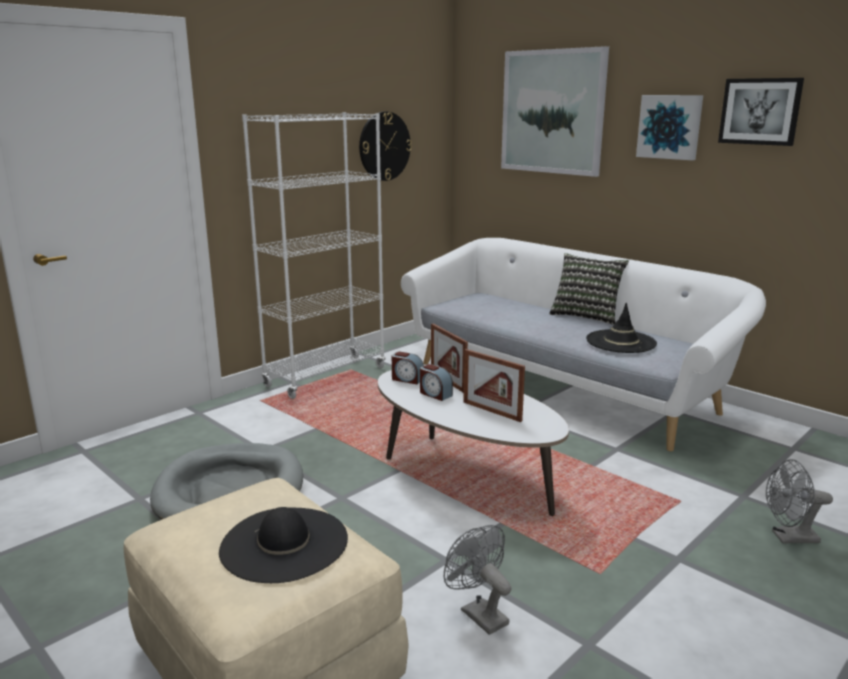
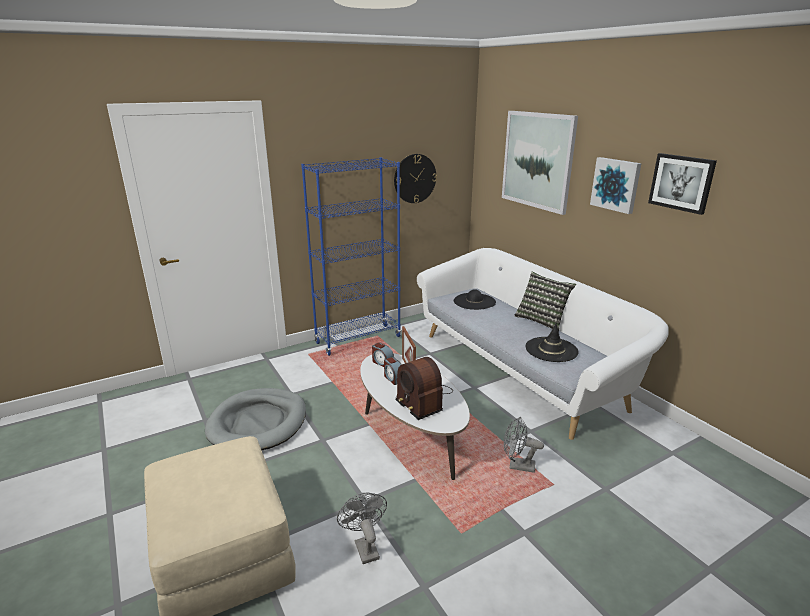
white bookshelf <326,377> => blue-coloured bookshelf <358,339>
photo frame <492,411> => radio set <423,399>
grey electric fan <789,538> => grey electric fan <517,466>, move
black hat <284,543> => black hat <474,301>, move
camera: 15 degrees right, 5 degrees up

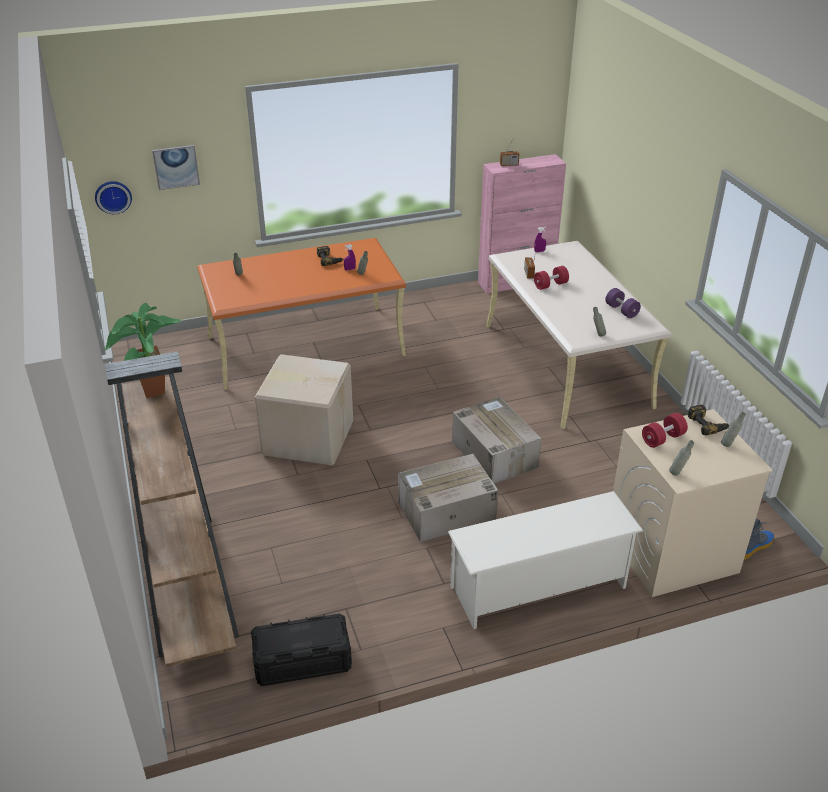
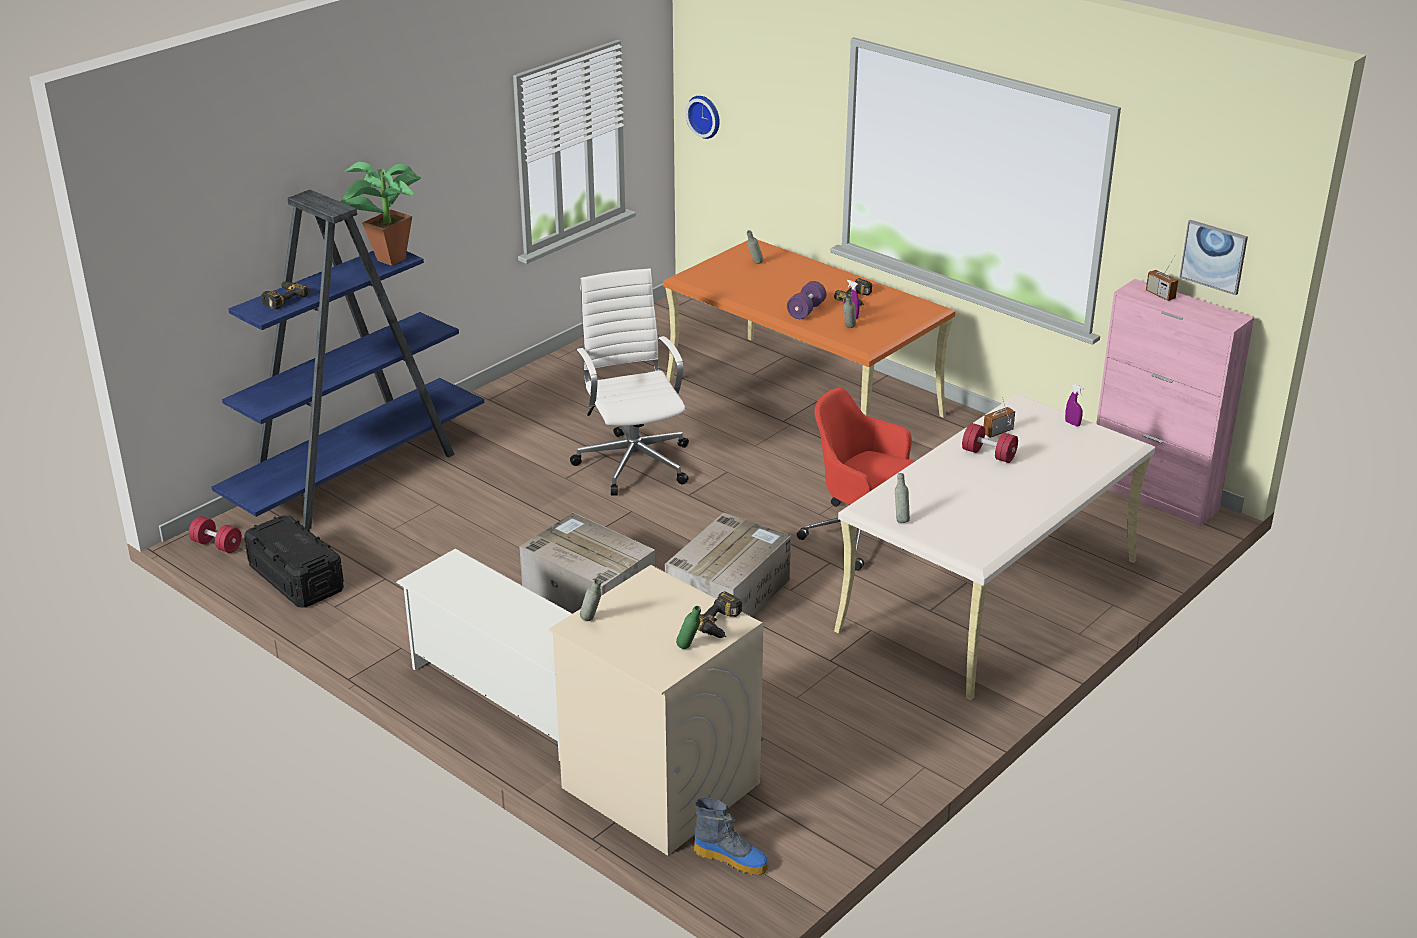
wall picture <176,167> => wall picture <1214,256>, move
purple free weight <621,310> => purple free weight <806,310>, move
brown-coloured bookshelf <185,580> => blue-coloured bookshelf <357,476>
carton <307,437> => white computer chair <634,461>
grey drink bottle <729,444> => green drink bottle <689,648>
red free weight <662,439> => red free weight <217,545>, move
nothing => drill <282,298>
nothing => red computer chair <861,535>
camera: 60 degrees right, 5 degrees down

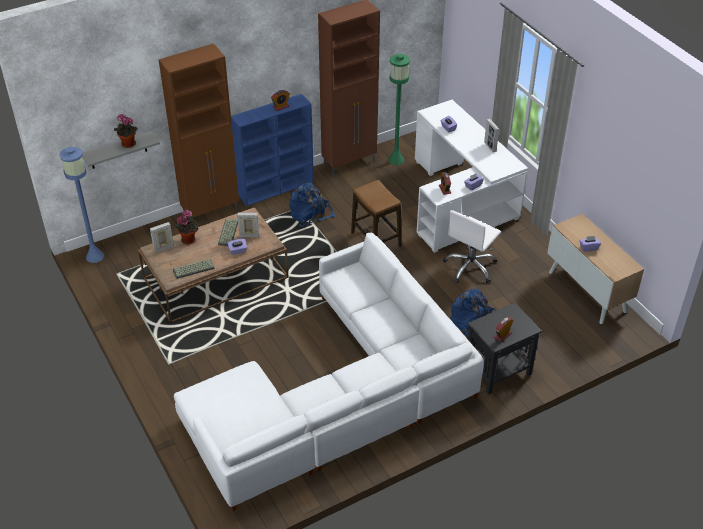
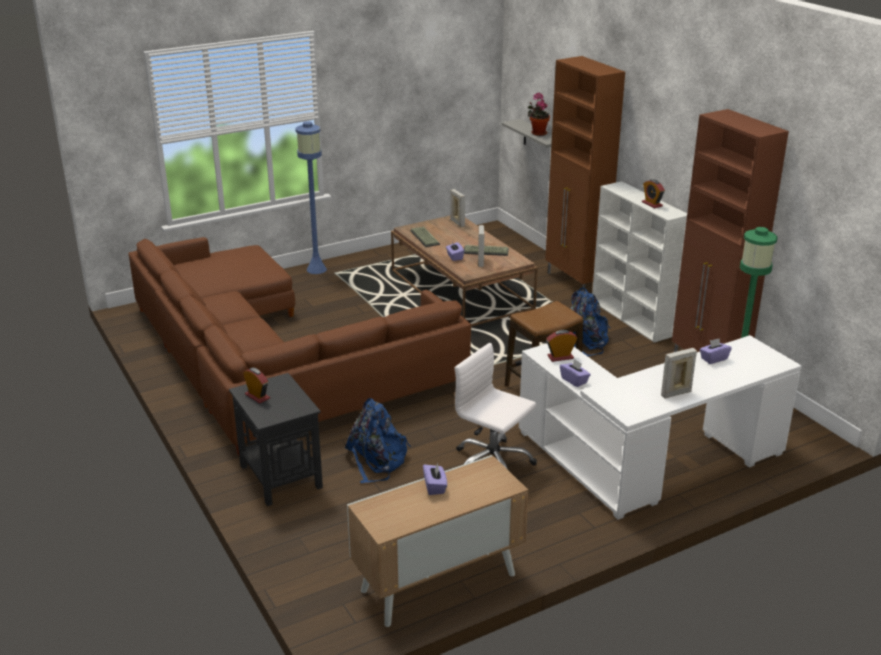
blue-coloured bookshelf <276,188> => white bookshelf <632,318>
blue-coloured standard lamp <94,256> => blue-coloured standard lamp <316,269>, move
plant in a pot <189,239> => nothing
white sofa <338,394> => brown-coloured sofa <269,361>
camera: 90 degrees right, 15 degrees down

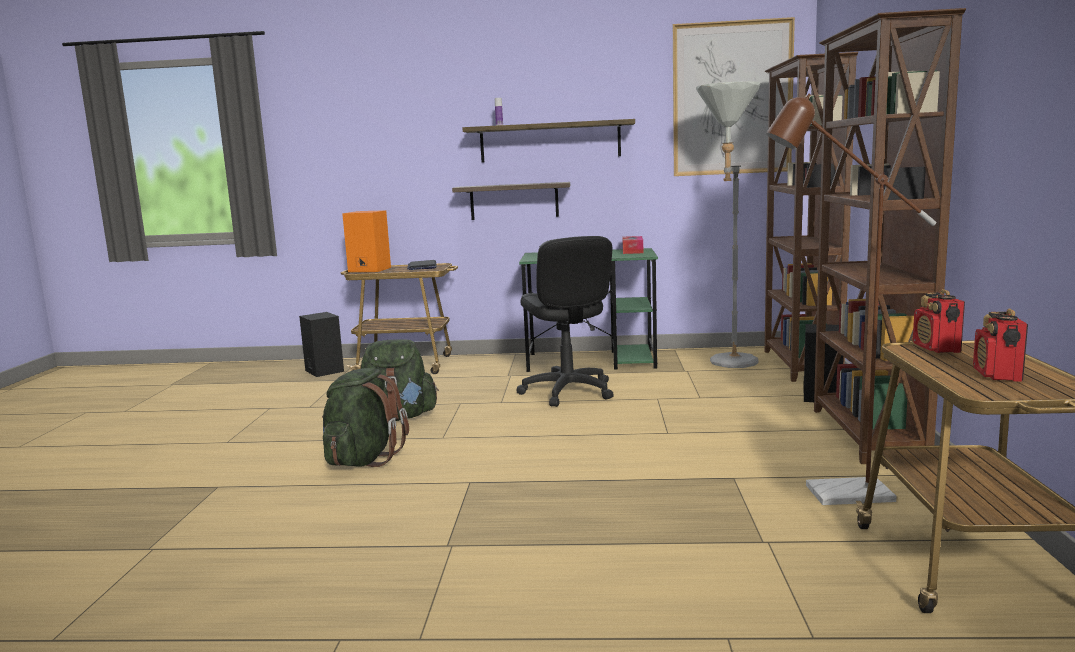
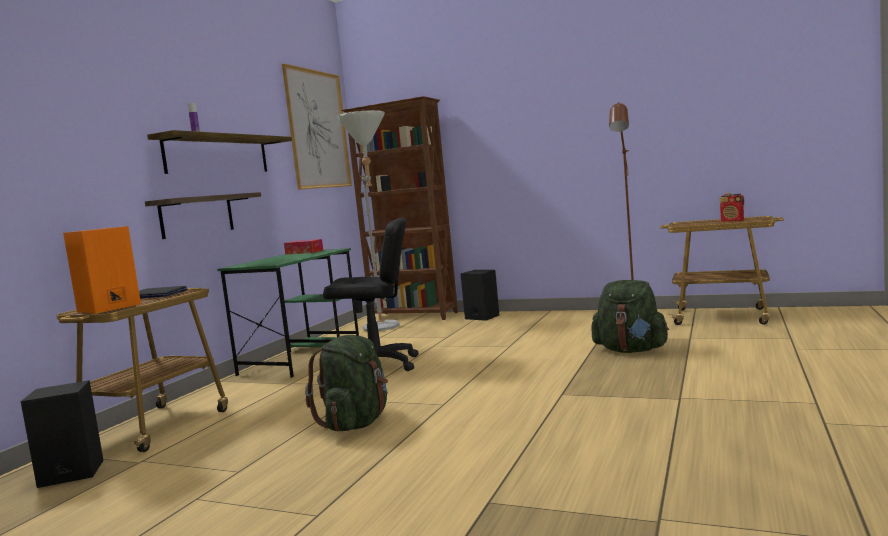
brown-coloured bookshelf <866,435> => nothing
radio set <936,348> => nothing
green knapsack <363,459> => green knapsack <631,350>, move
camera: 70 degrees left, 5 degrees down

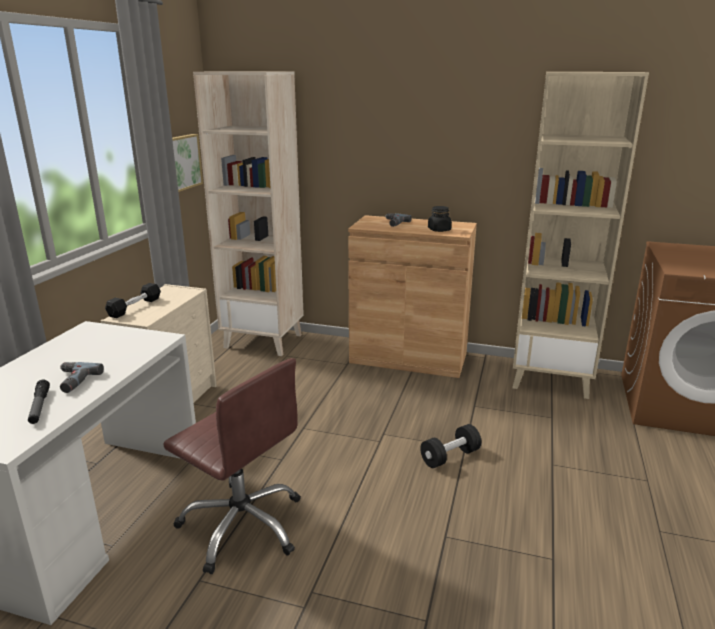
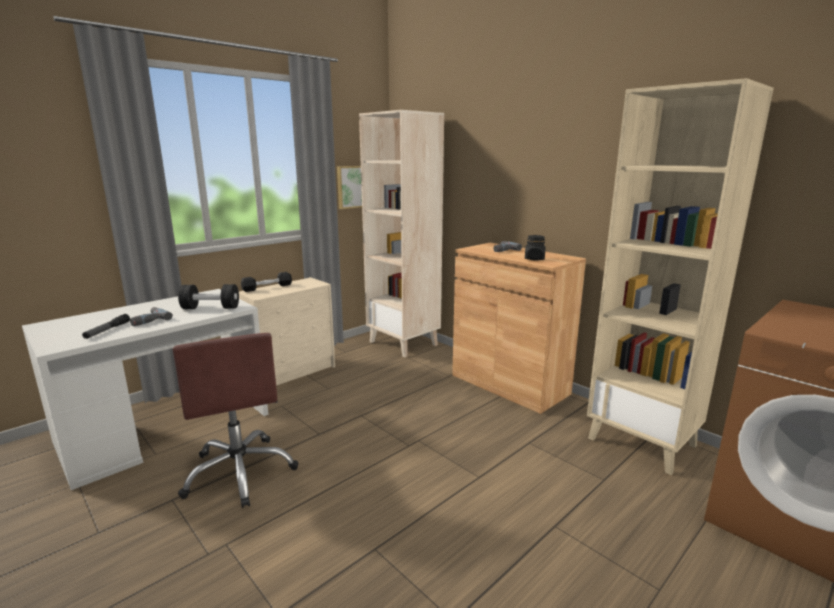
black free weight <450,457> => black free weight <211,308>, move
camera: 30 degrees right, 5 degrees down

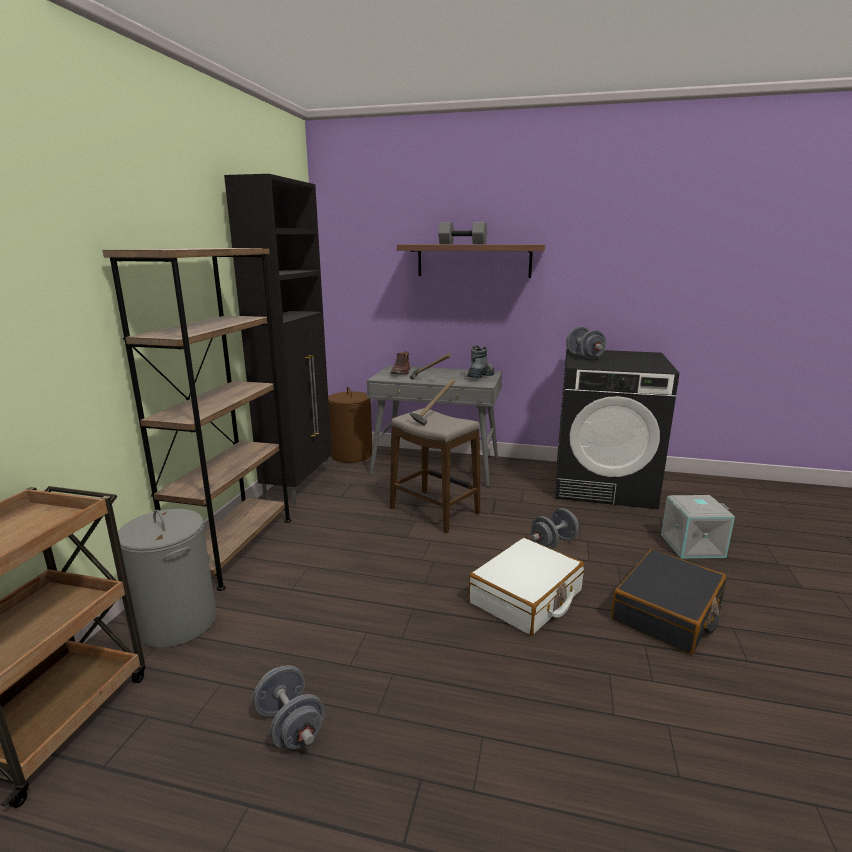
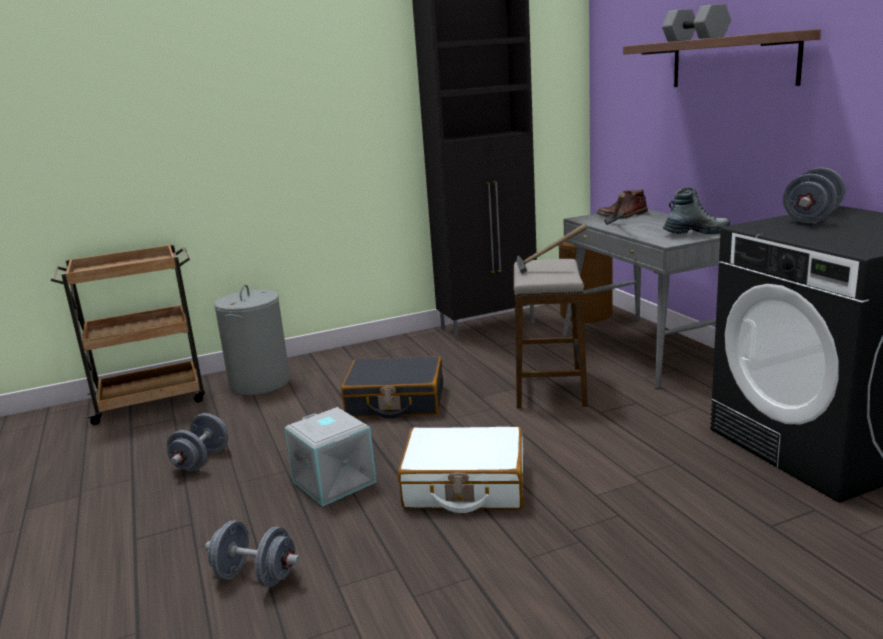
brown-coloured bookshelf <234,547> => nothing
grey storage container <692,545> => grey storage container <335,481>, move
grey free weight <553,543> => grey free weight <256,576>, move
black piece of luggage <667,613> => black piece of luggage <395,402>, move
camera: 55 degrees right, 0 degrees up

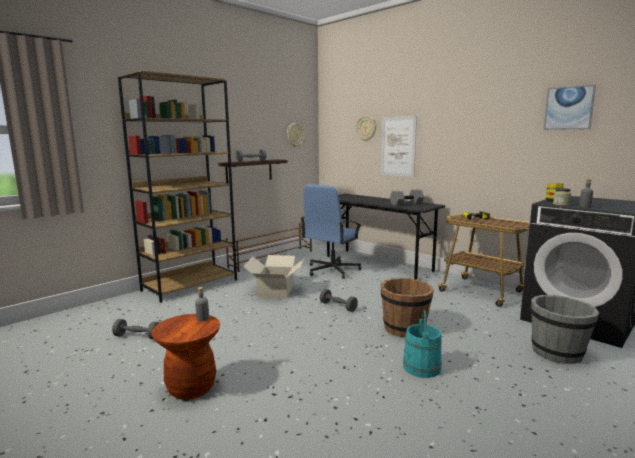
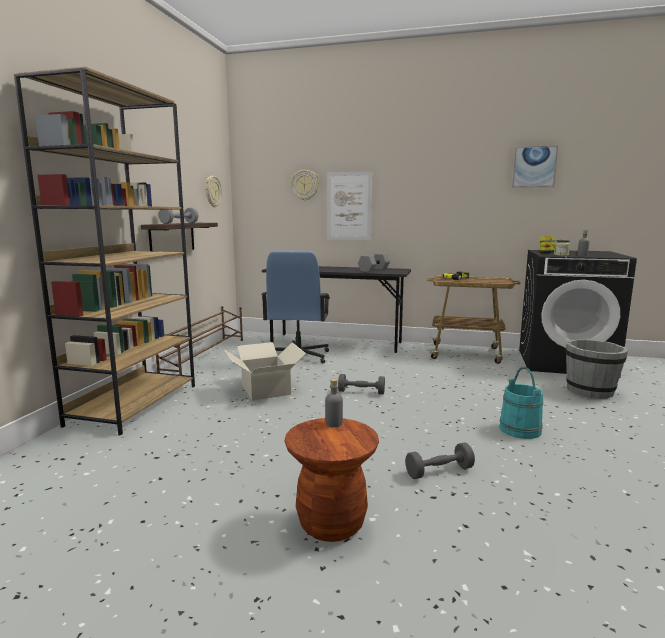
brown-coloured water bucket <405,329> => nothing
grey free weight <137,336> => grey free weight <439,472>, move
camera: 30 degrees left, 0 degrees up

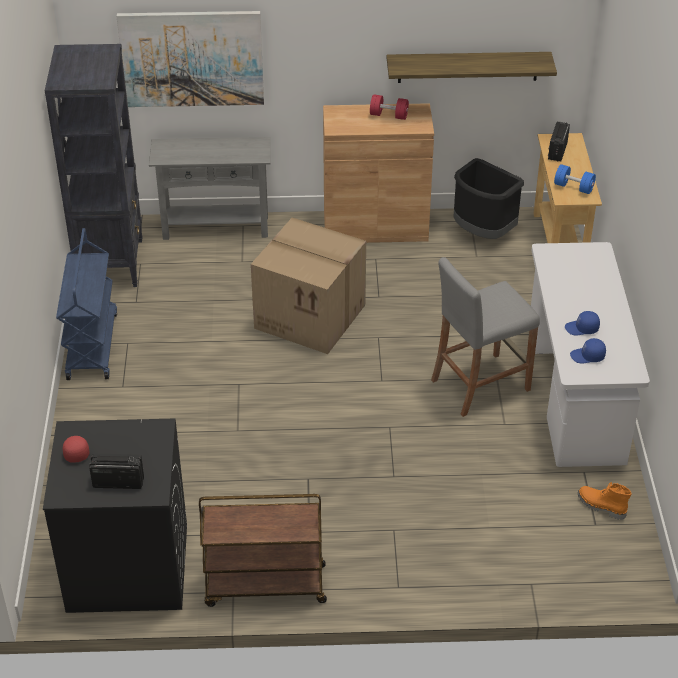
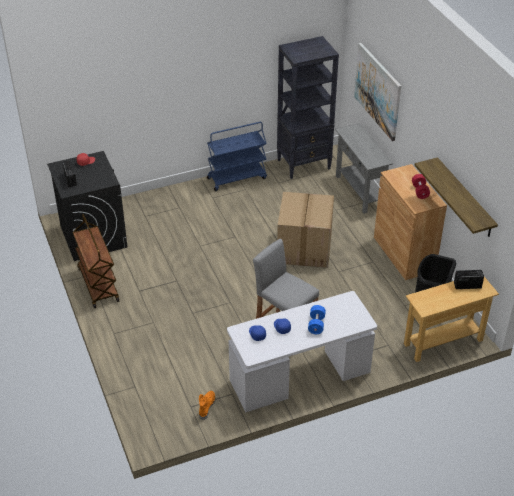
blue-coloured free weight <573,187> => blue-coloured free weight <316,324>, move
camera: 70 degrees right, 0 degrees up

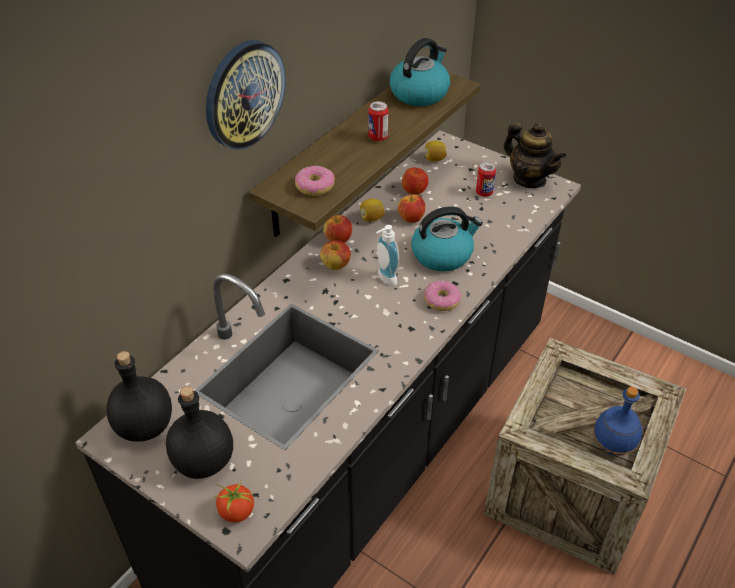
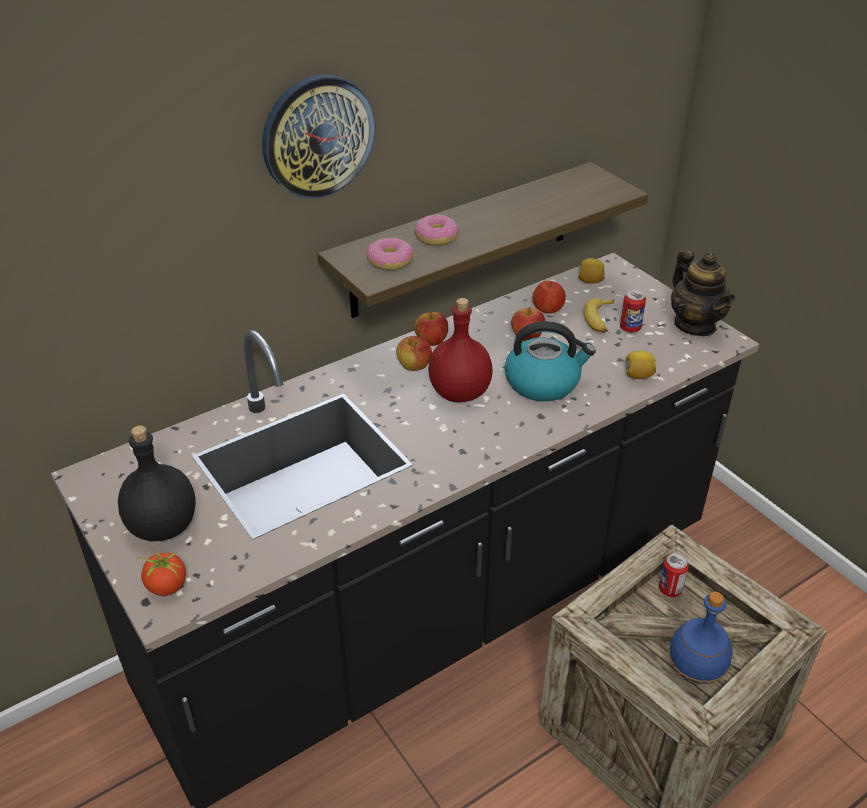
water kettle <419,93> => nothing
metal can <378,137> => metal can <670,589>, move
citrus fruit <371,218> => citrus fruit <638,376>, move
liquid soap bottle <384,279> => red drink bottle <461,393>
donut <442,301> => donut <437,238>, move
black drink bottle <146,426> => nothing
nothing => whole banana <600,320>
camera: 20 degrees right, 5 degrees down

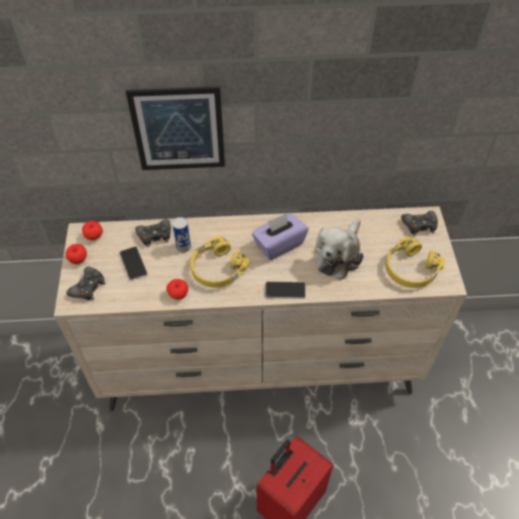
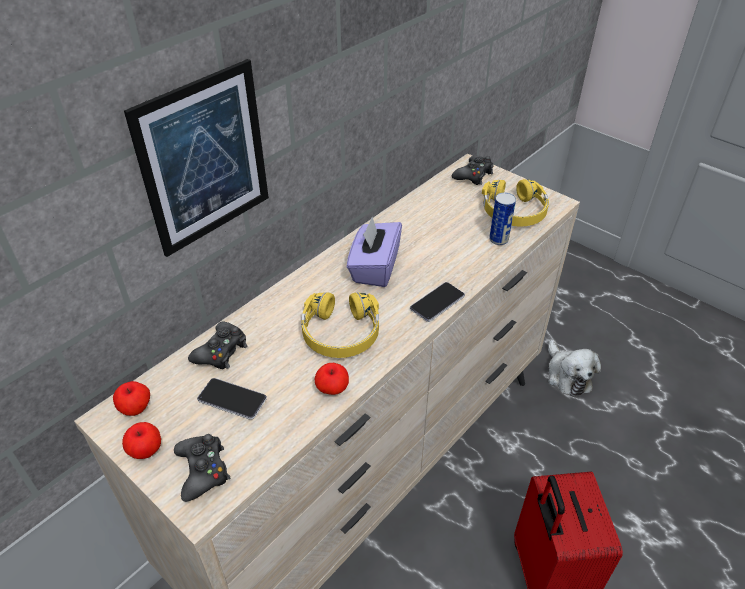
metal can <183,247> => metal can <498,239>, move
soft toy <338,255> => soft toy <567,375>, move
camera: 45 degrees left, 10 degrees down

